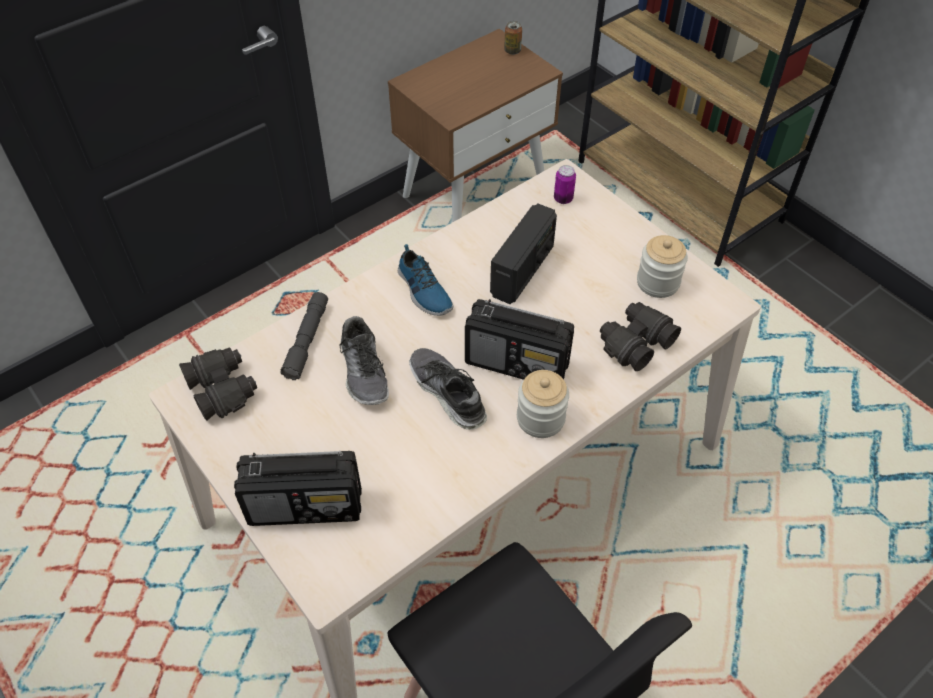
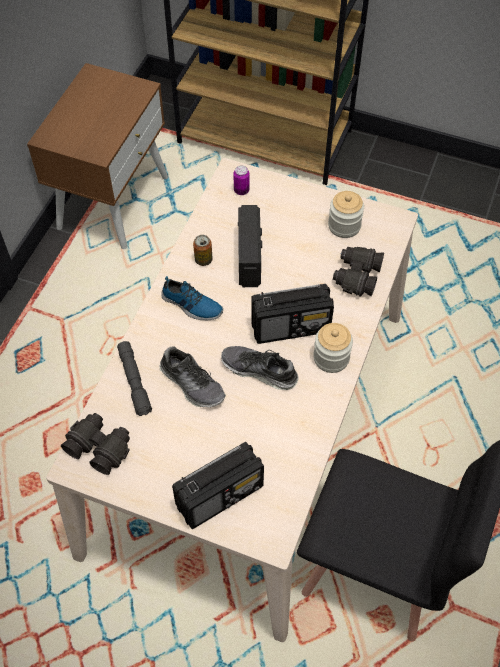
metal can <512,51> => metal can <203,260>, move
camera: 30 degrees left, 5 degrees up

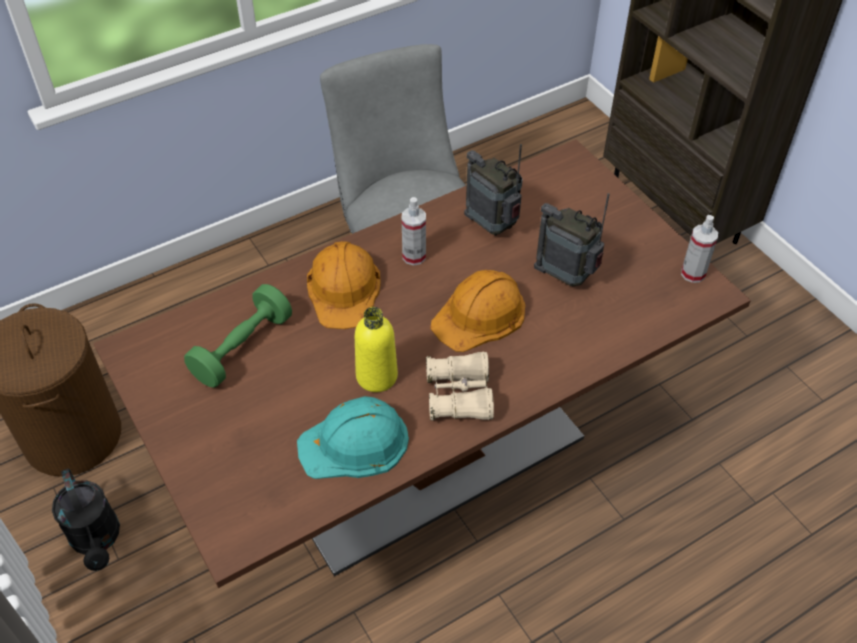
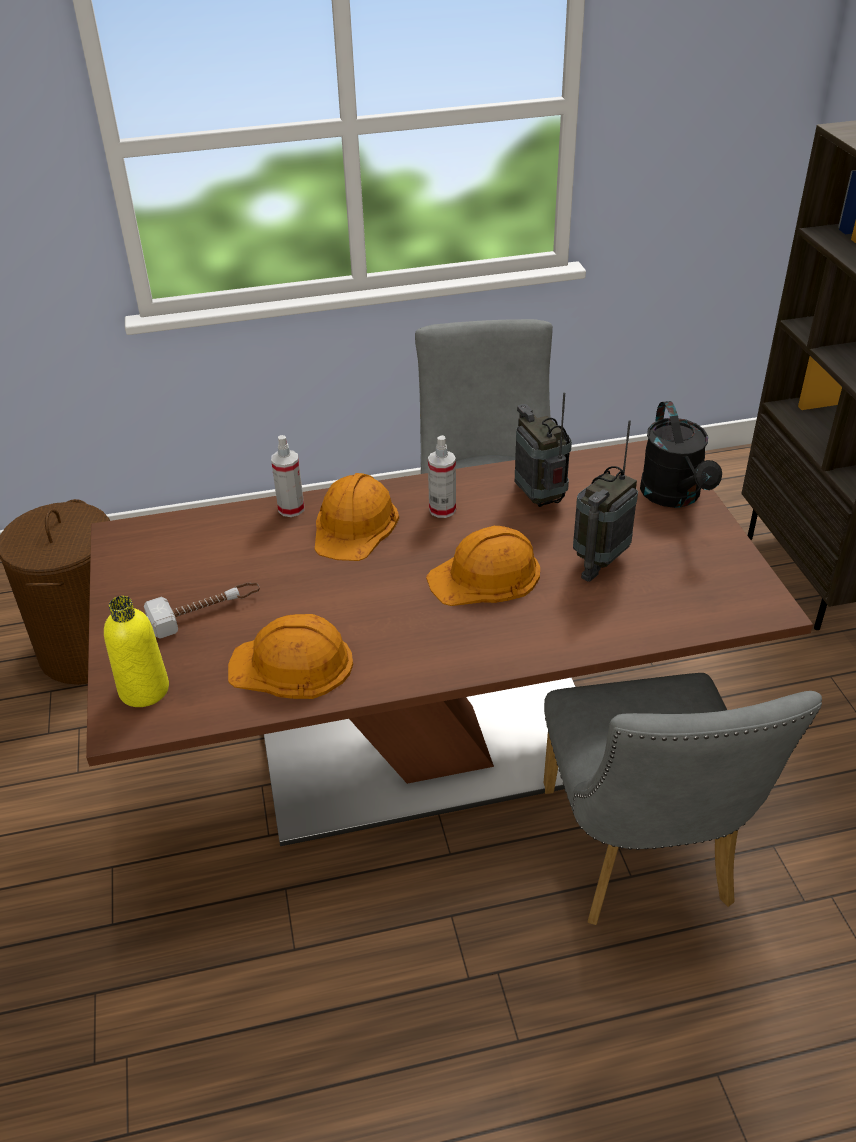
radio set <566,277> => radio set <600,559>, 105 degrees counterclockwise
sprayer <693,273> => sprayer <291,509>, move
green free weight <242,348> => nothing
yellowish drink bottle <376,376> => yellowish drink bottle <144,690>, move
sand-coloured binoculars <459,395> => nothing
turquoise-coloured safety helmet <355,443> => orange safety helmet <292,665>
black watering pot <97,540> => black watering pot <674,497>, move
nothing => hand hammer <206,611>
nothing => grey upright chair <641,858>
camera: 20 degrees right, 10 degrees down

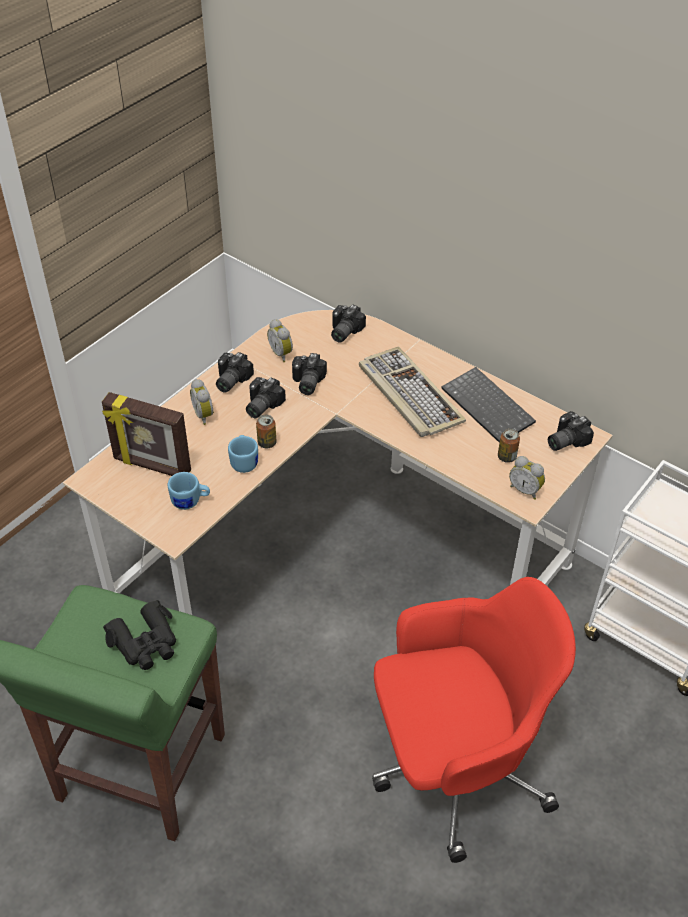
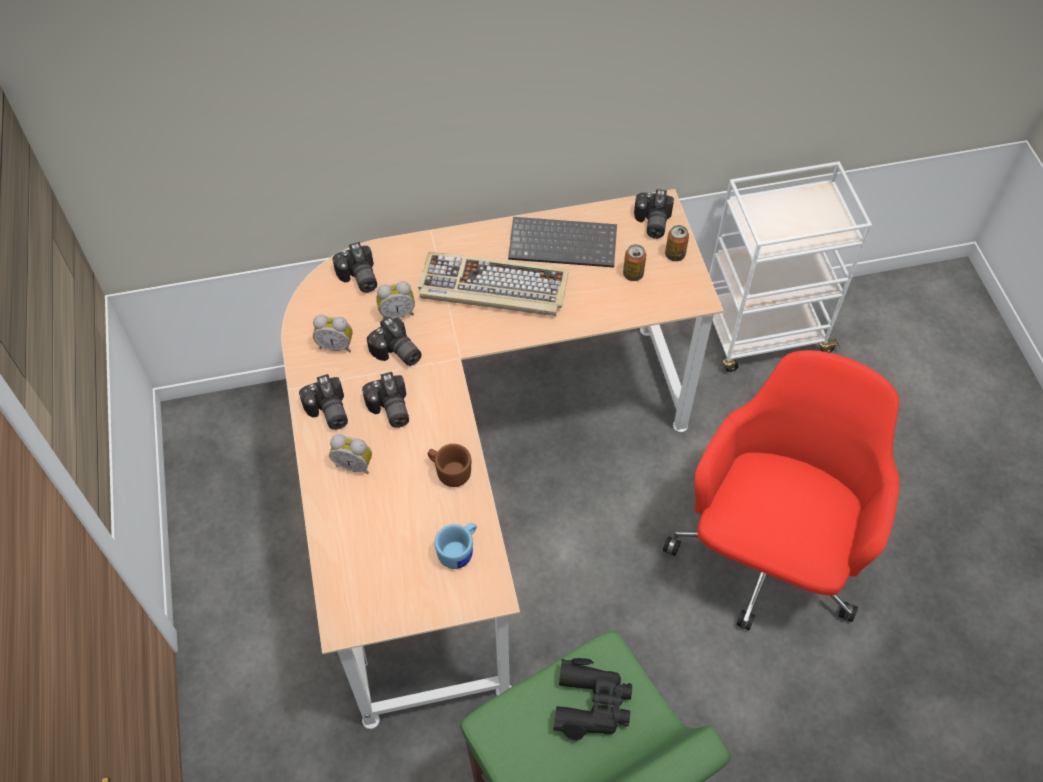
photo frame <151,466> => nothing
metal can <267,443> => metal can <675,255>, move
blue-coloured mug <244,461> => brown-coloured mug <449,471>
alarm clock <525,490> => alarm clock <397,313>, move
camera: 50 degrees left, 10 degrees up

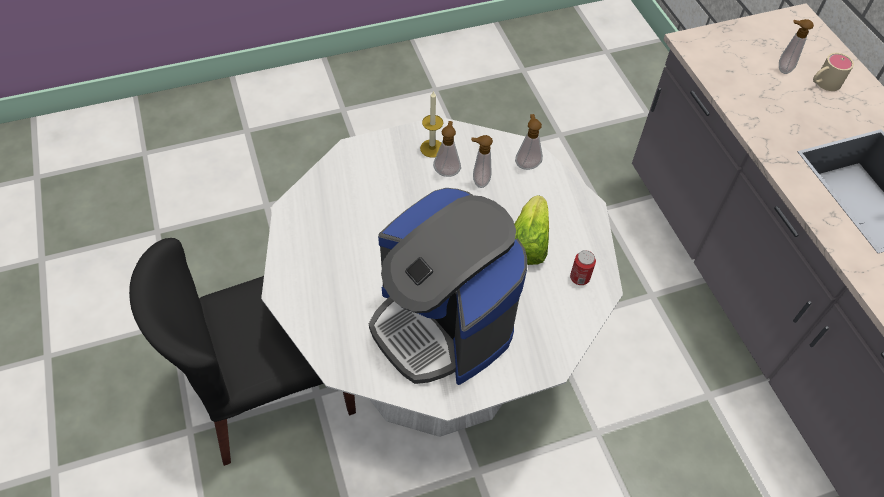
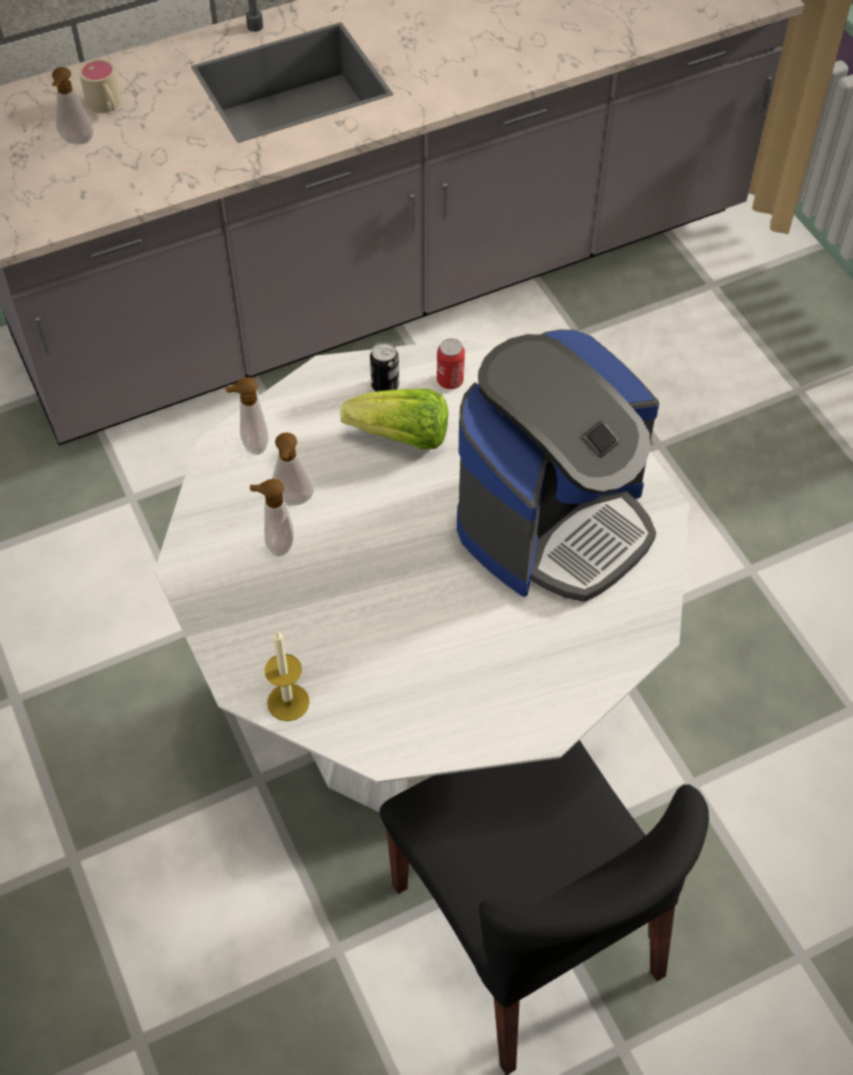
wax light <432,148> => wax light <288,702>, move
nothing => metal can <385,385>
camera: 95 degrees left, 0 degrees up

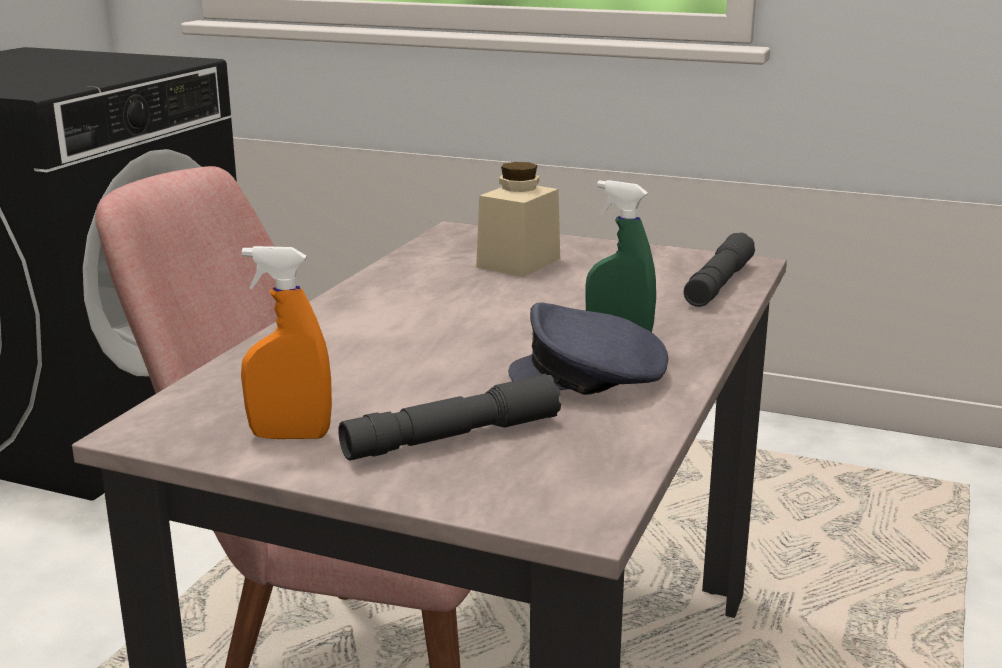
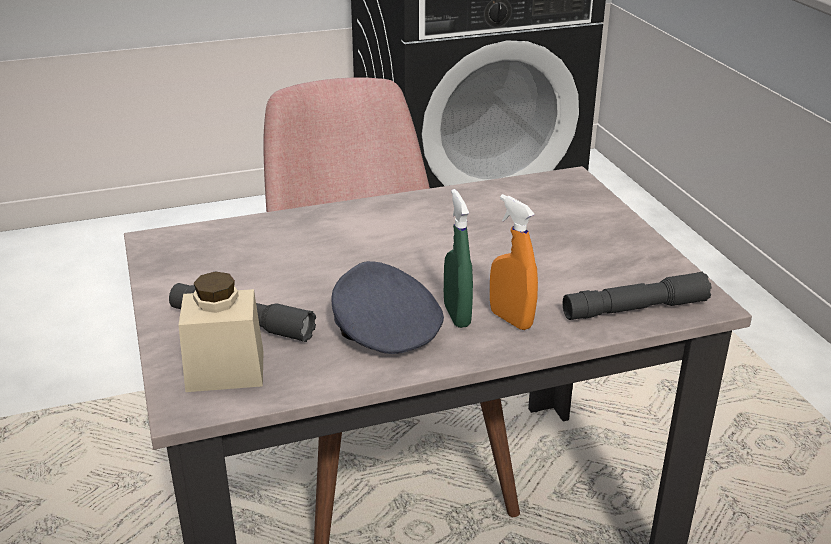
sand-coloured storage jar <518,263> => sand-coloured storage jar <225,371>, move
orange sprayer <290,436> => orange sprayer <511,319>, move
camera: 50 degrees right, 10 degrees up

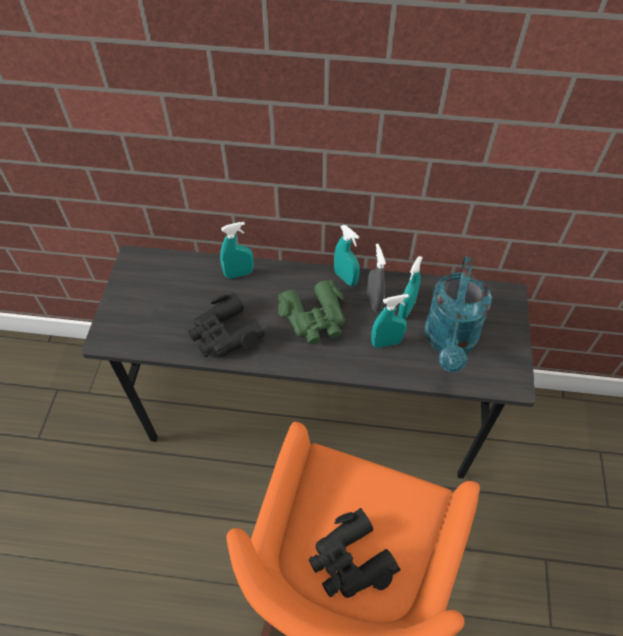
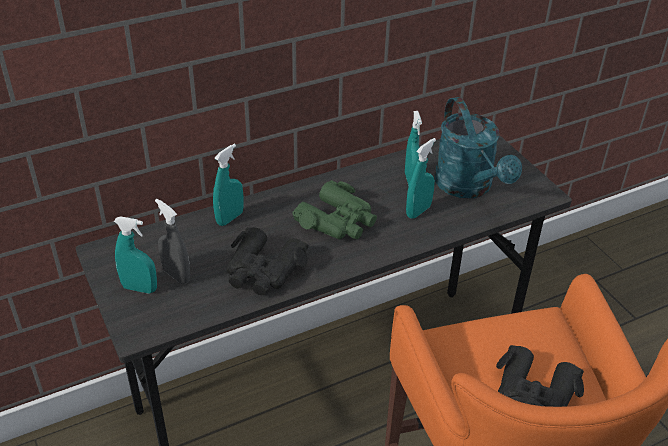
turquoise-coloured sprayer <345,278> => turquoise-coloured sprayer <139,288>, move
grey sprayer <374,301> => grey sprayer <176,275>, move
camera: 35 degrees left, 15 degrees down

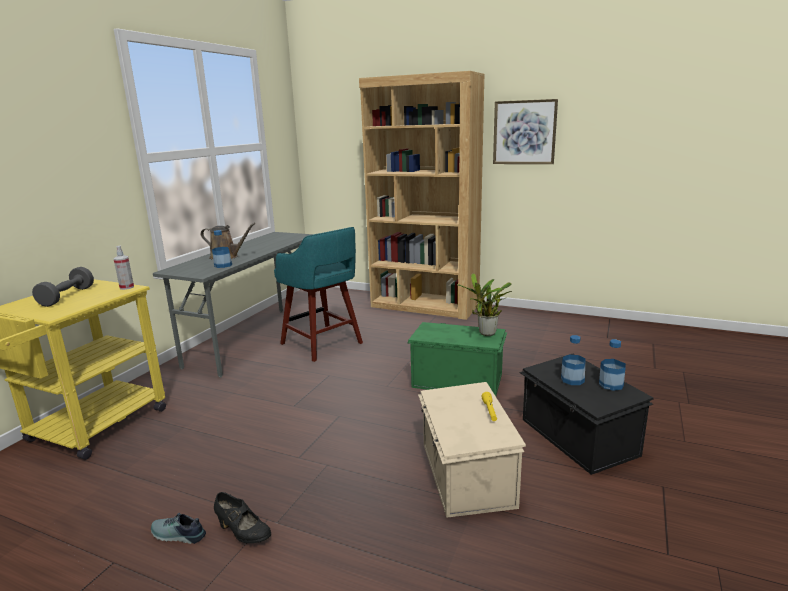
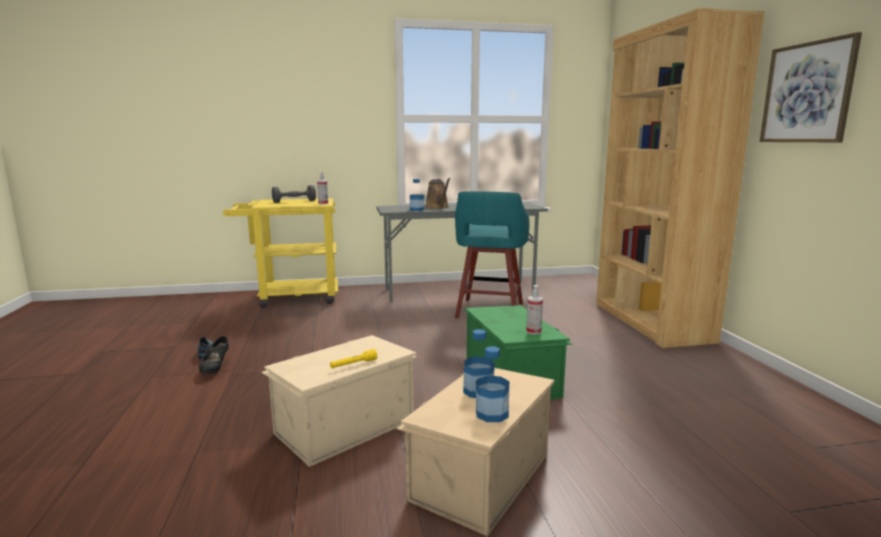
plant in a pot <485,334> => sprayer <533,331>
black storage container <577,437> => sand-coloured storage container <479,476>
camera: 55 degrees right, 5 degrees down

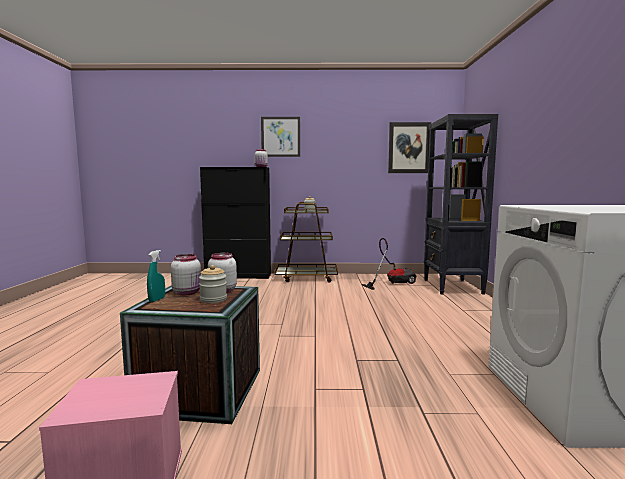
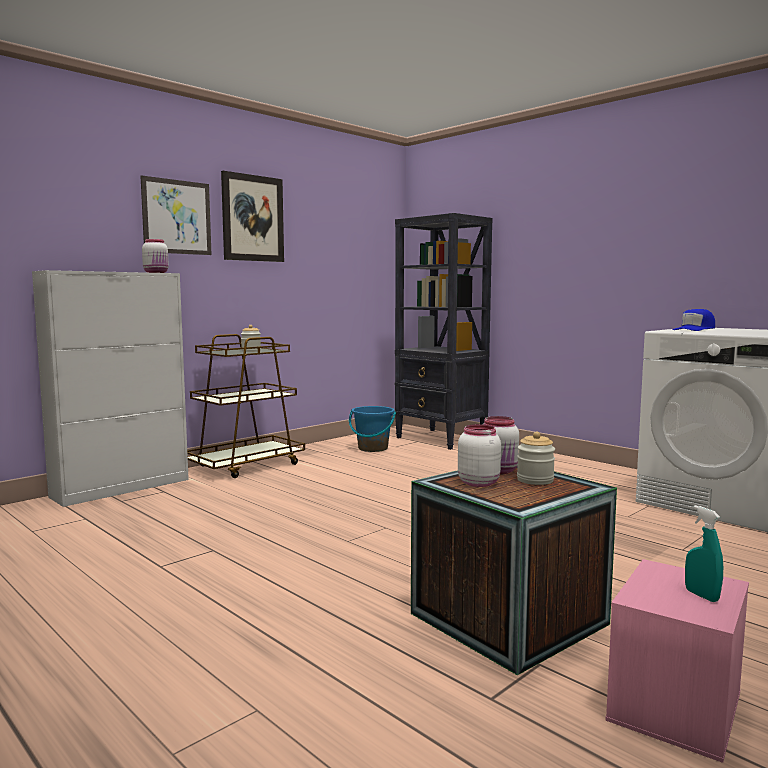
wall picture <409,148> => wall picture <252,218>, move
black cupboard <238,276> => white cupboard <122,488>
hoover <392,283> => blue-coloured water bucket <372,448>
turquoise-coloured sprayer <157,300> => turquoise-coloured sprayer <701,595>, move
nothing => blue-coloured cap <694,329>
camera: 45 degrees left, 0 degrees up

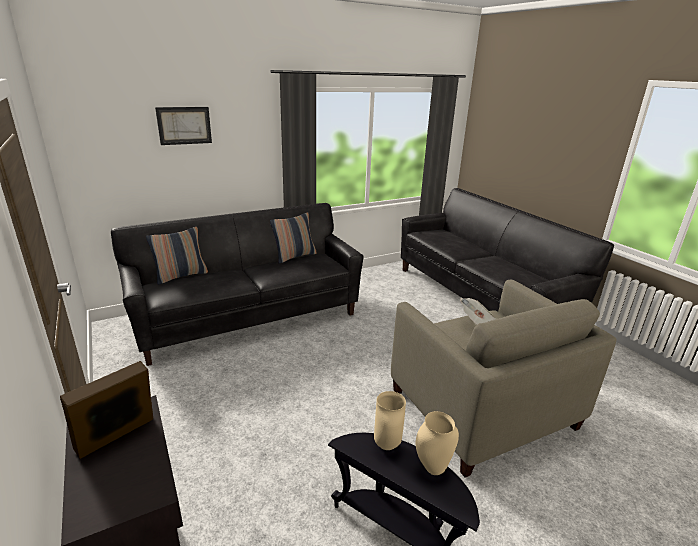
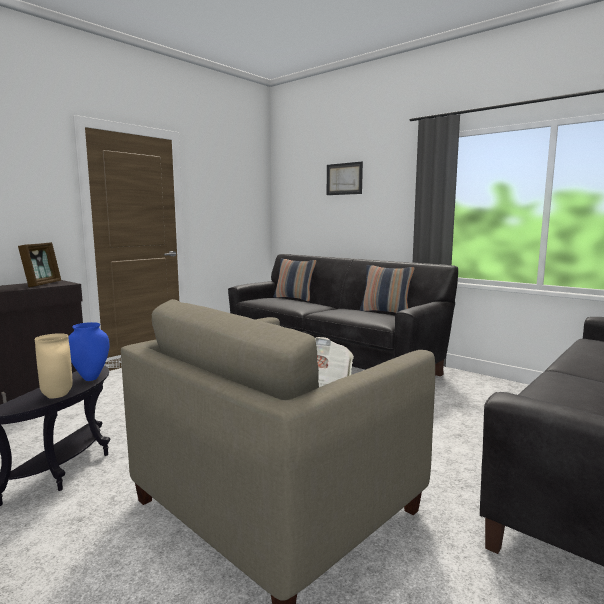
photo frame <117,437> => photo frame <42,284>, 75 degrees clockwise
sand-coloured decorative vase <388,445> => blue-coloured decorative vase <90,378>
camera: 70 degrees right, 15 degrees down

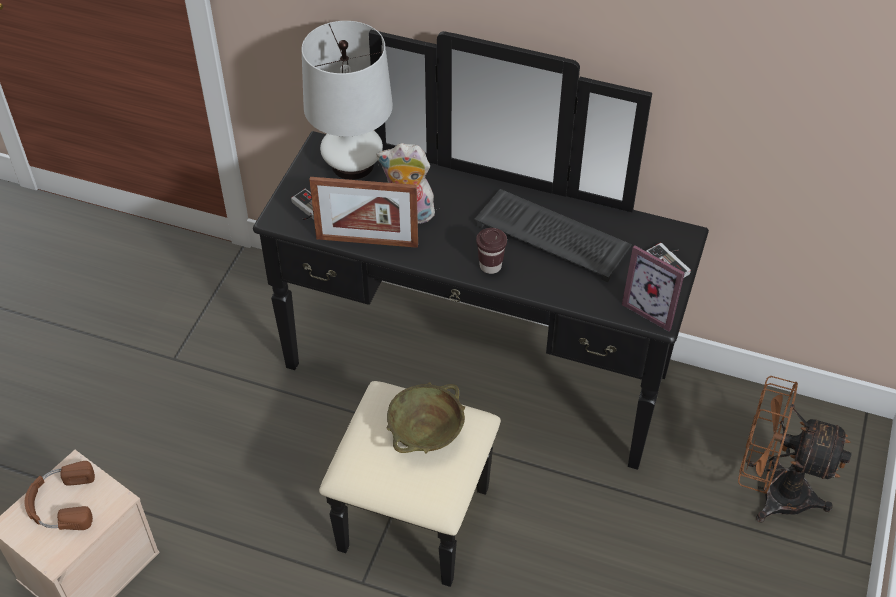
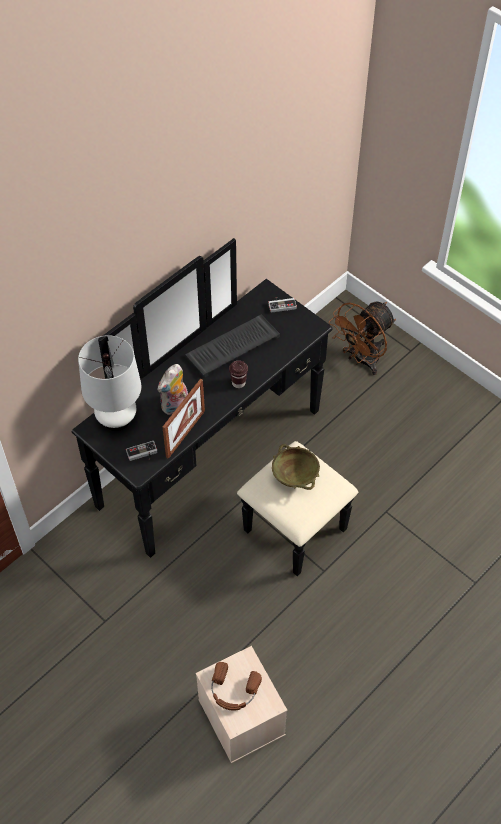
photo frame <653,308> => nothing
camera: 65 degrees left, 5 degrees up

